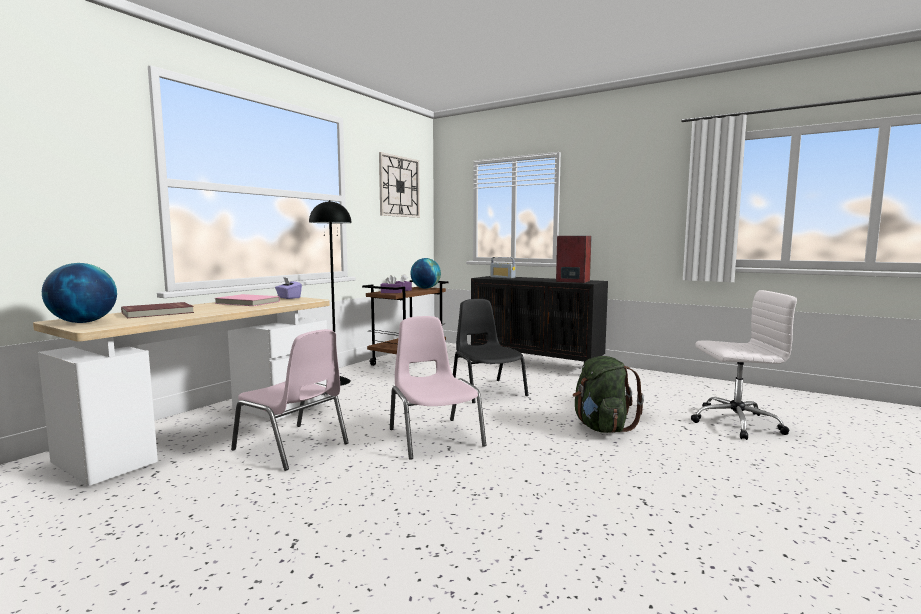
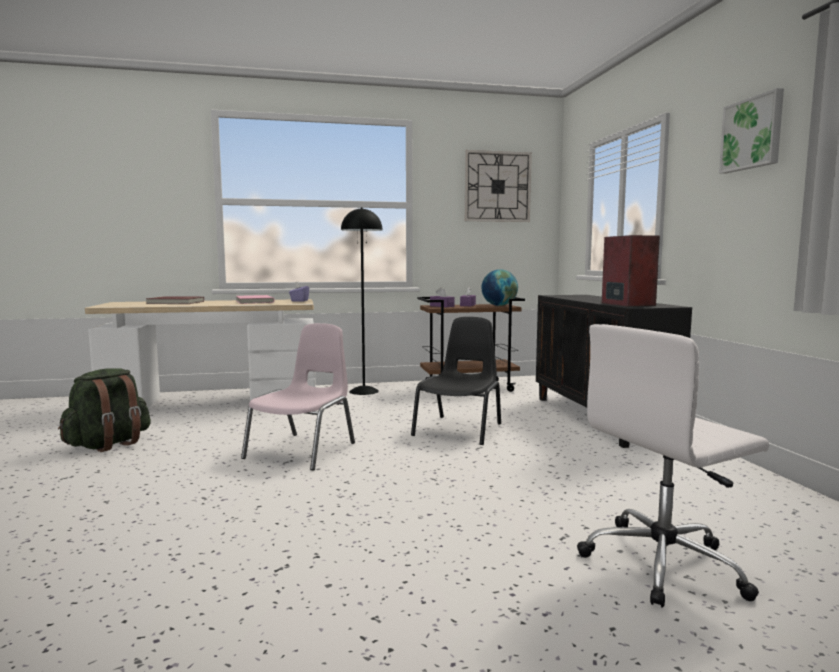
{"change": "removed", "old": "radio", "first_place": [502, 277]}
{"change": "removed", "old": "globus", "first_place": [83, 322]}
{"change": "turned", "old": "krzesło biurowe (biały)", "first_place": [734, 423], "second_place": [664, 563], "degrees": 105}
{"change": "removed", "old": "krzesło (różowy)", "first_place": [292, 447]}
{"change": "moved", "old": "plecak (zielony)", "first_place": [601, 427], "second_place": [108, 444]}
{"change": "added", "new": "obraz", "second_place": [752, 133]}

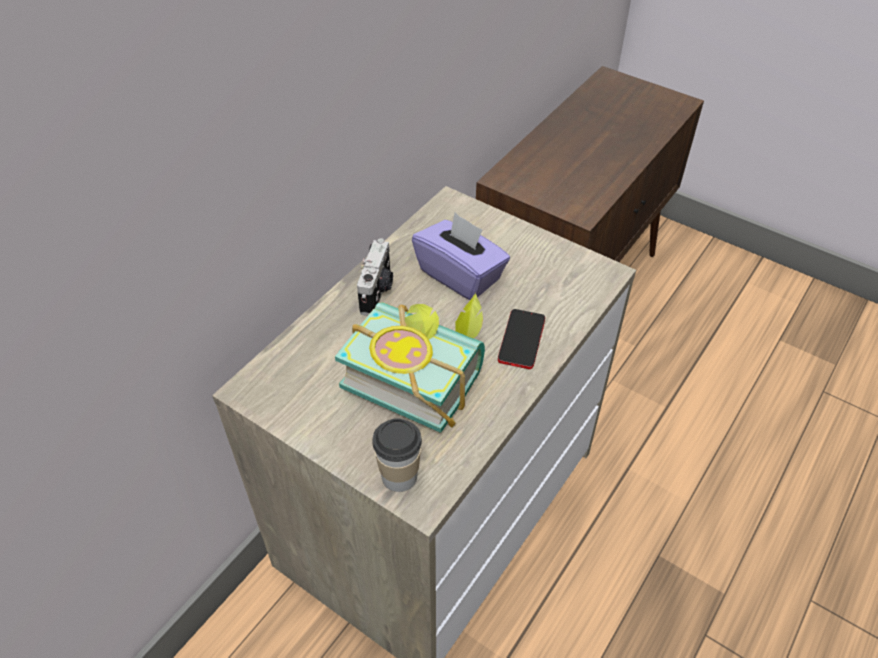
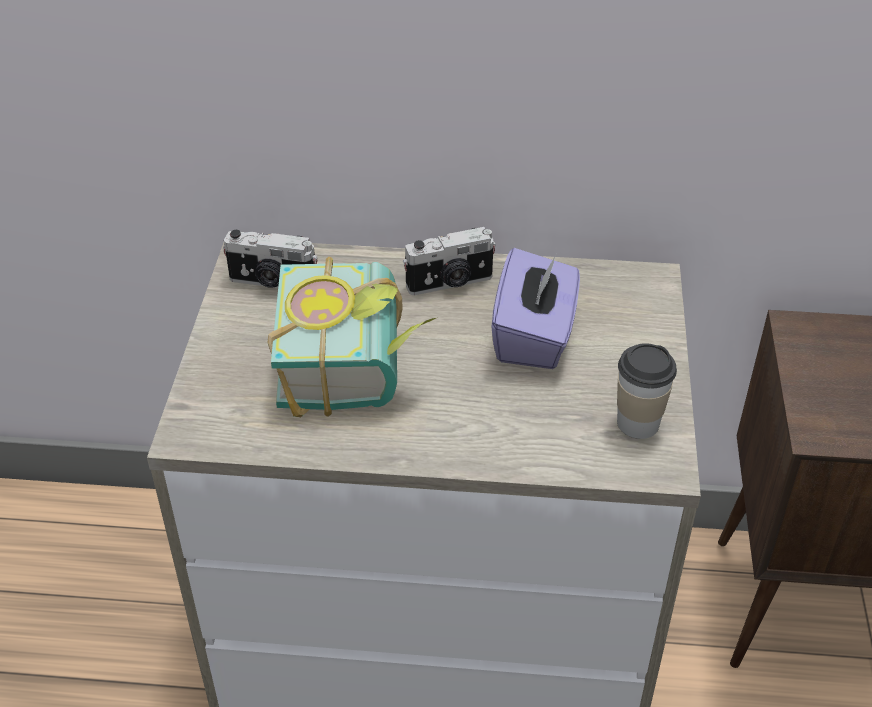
{"change": "removed", "old": "telefon", "first_place": [521, 340]}
{"change": "moved", "old": "filiżanka", "first_place": [399, 476], "second_place": [637, 423]}
{"change": "added", "new": "aparat fotograficzny", "second_place": [272, 282]}

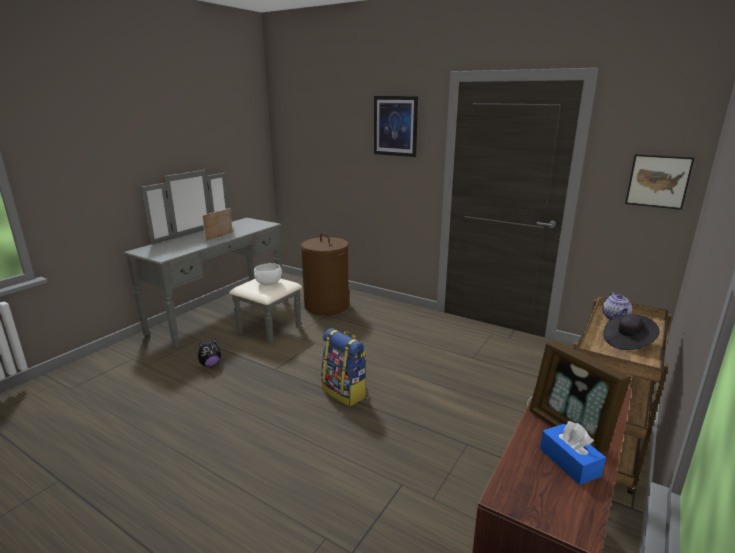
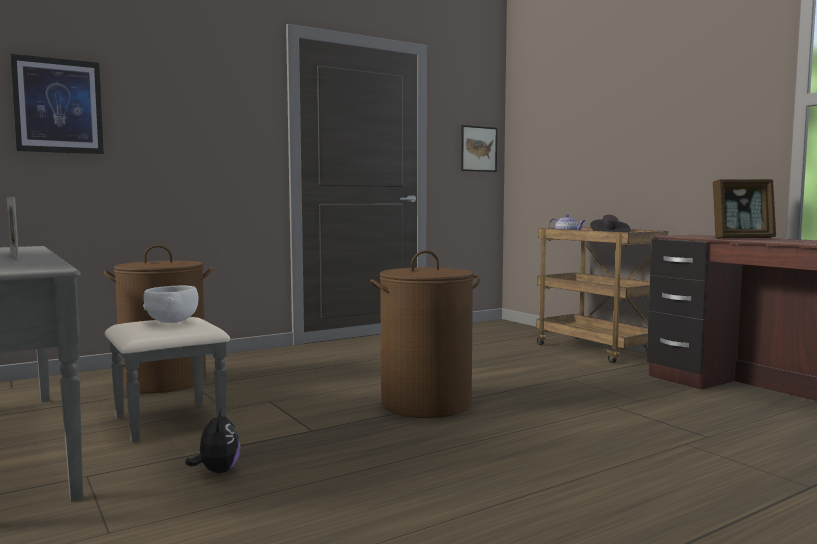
{"change": "moved", "old": "obraz", "first_place": [395, 126], "second_place": [58, 106]}
{"change": "replaced", "old": "plecak", "new": "kosz na pranie (brązowy)", "first_place": [345, 392], "second_place": [426, 403]}
{"change": "removed", "old": "pudełko chusteczek (niebieski)", "first_place": [569, 462]}

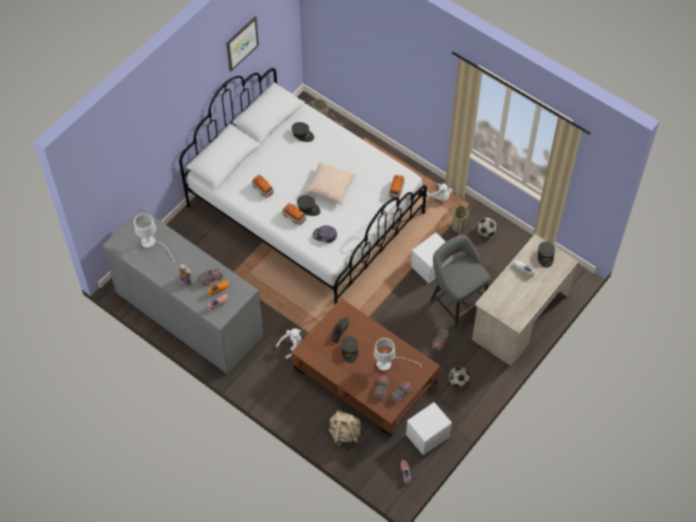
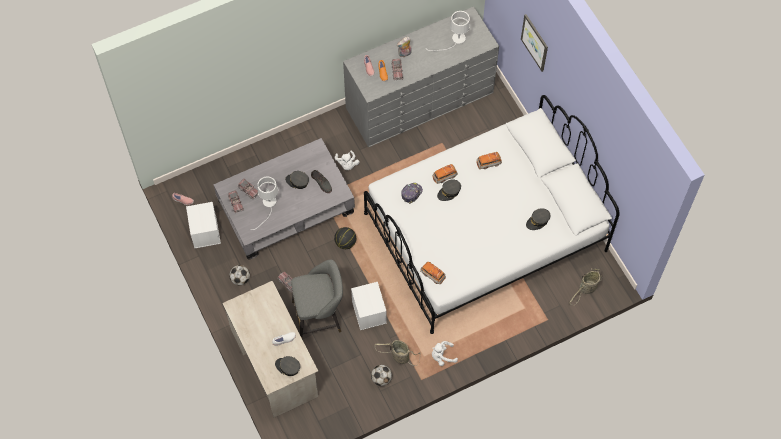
{"change": "moved", "old": "obraz", "first_place": [241, 43], "second_place": [535, 42]}
{"change": "removed", "old": "poduszka (beżowy)", "first_place": [330, 187]}
{"change": "recoloured", "old": "ława (brązowy)", "new": "ława (szary)", "first_place": [364, 377], "second_place": [286, 207]}
{"change": "removed", "old": "plecak (beżowy)", "first_place": [345, 434]}
{"change": "added", "new": "piłka do koszykówki", "second_place": [345, 243]}

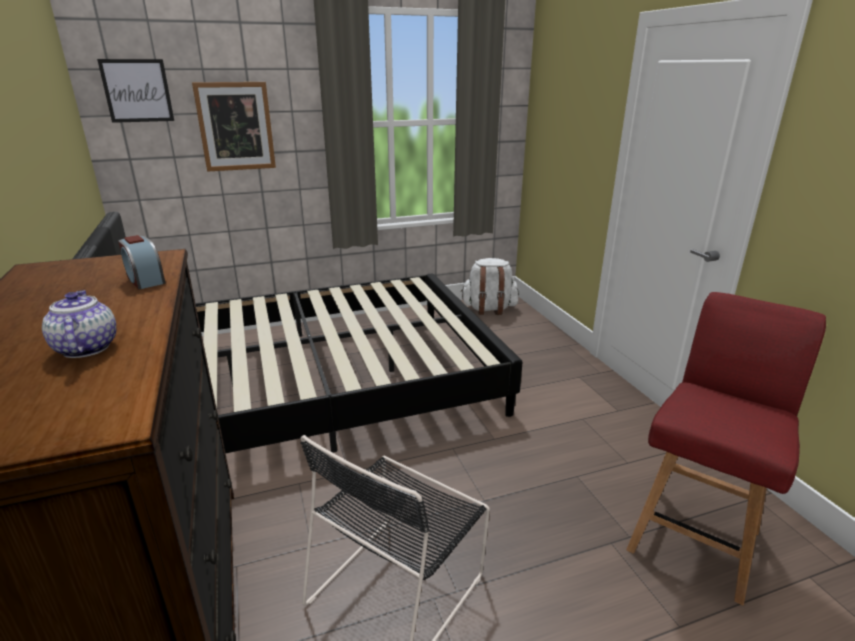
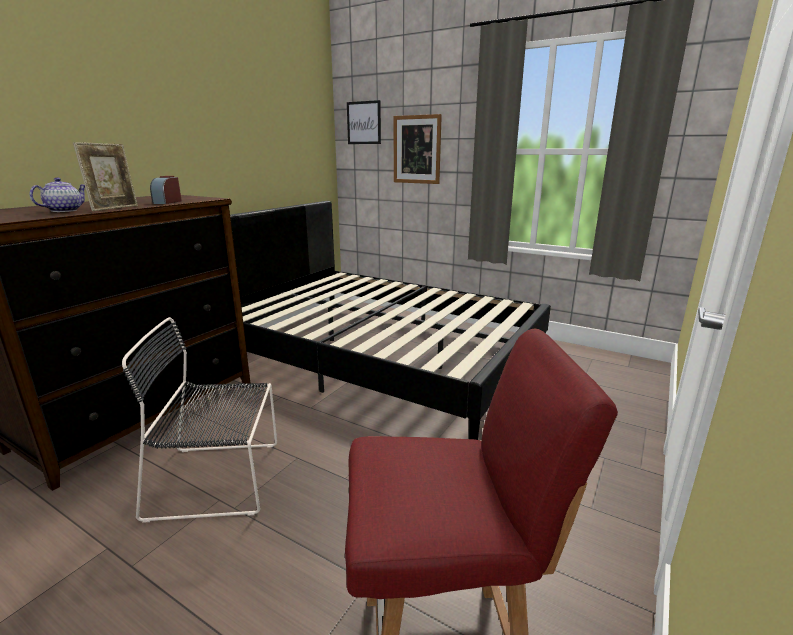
{"change": "removed", "old": "plecak (biały)", "first_place": [489, 309]}
{"change": "added", "new": "ramka na zdjęcie", "second_place": [114, 208]}

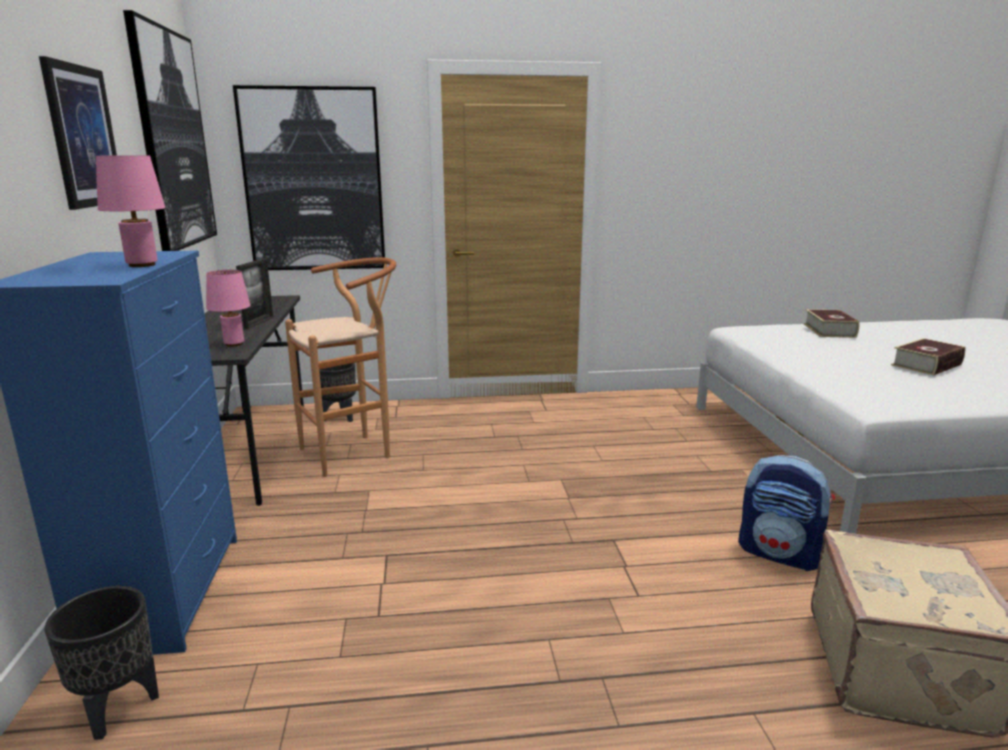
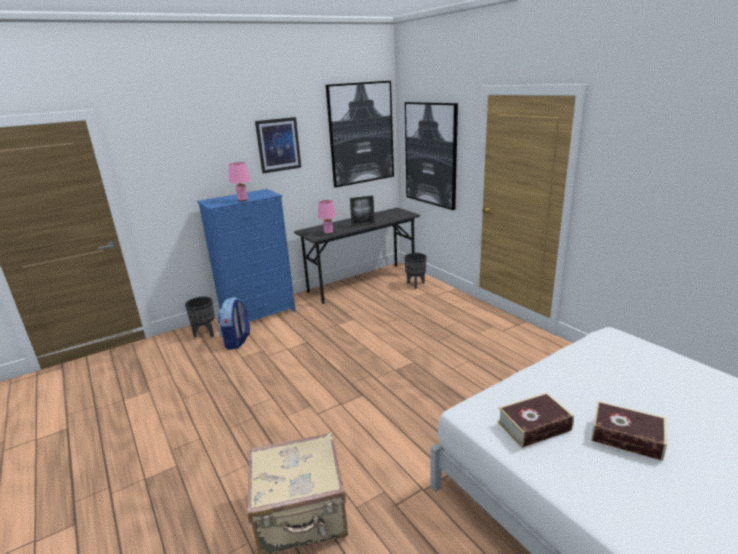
{"change": "removed", "old": "stołek (brązowy)", "first_place": [354, 452]}
{"change": "moved", "old": "książka", "first_place": [829, 330], "second_place": [534, 426]}
{"change": "moved", "old": "plecak", "first_place": [780, 554], "second_place": [237, 341]}

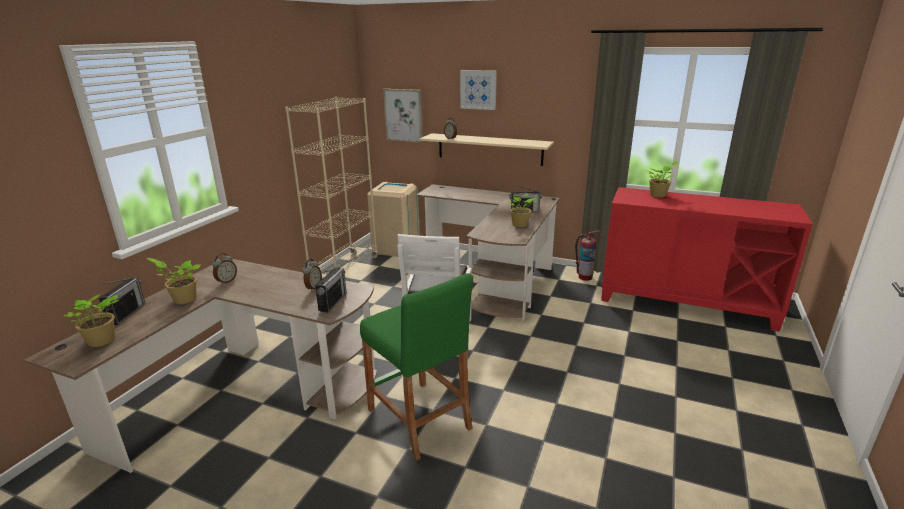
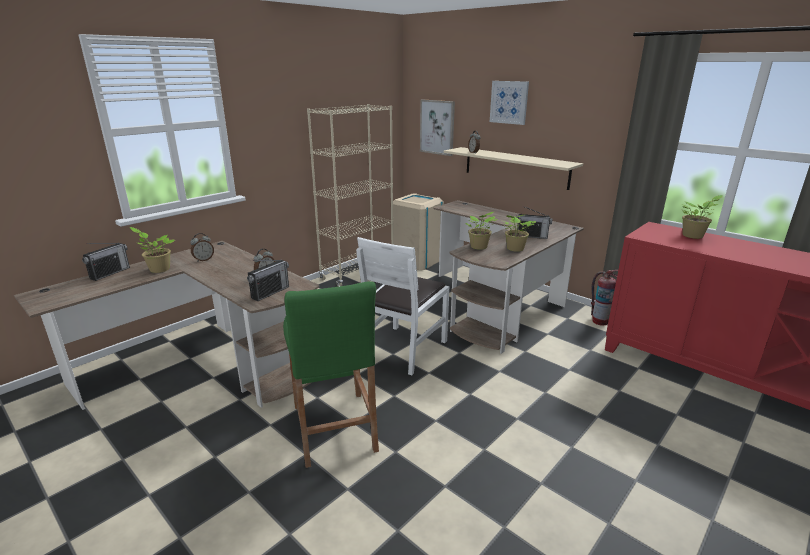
{"change": "moved", "old": "roślina doniczkowa", "first_place": [101, 342], "second_place": [479, 247]}

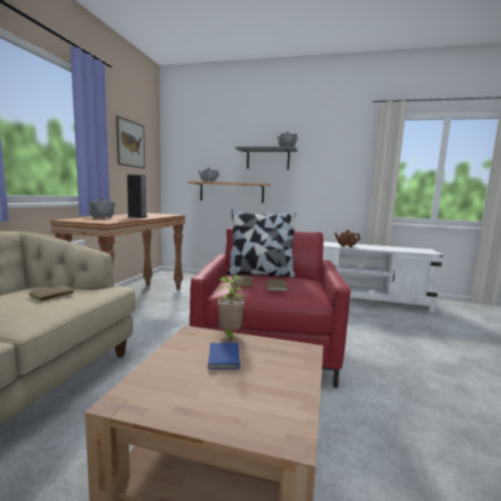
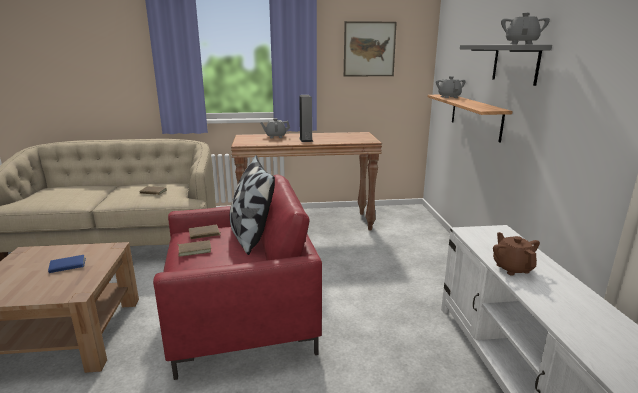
{"change": "removed", "old": "roślina doniczkowa", "first_place": [229, 335]}

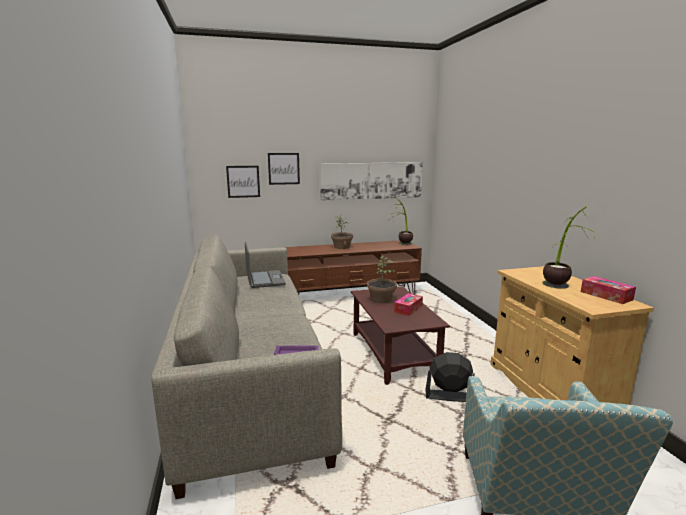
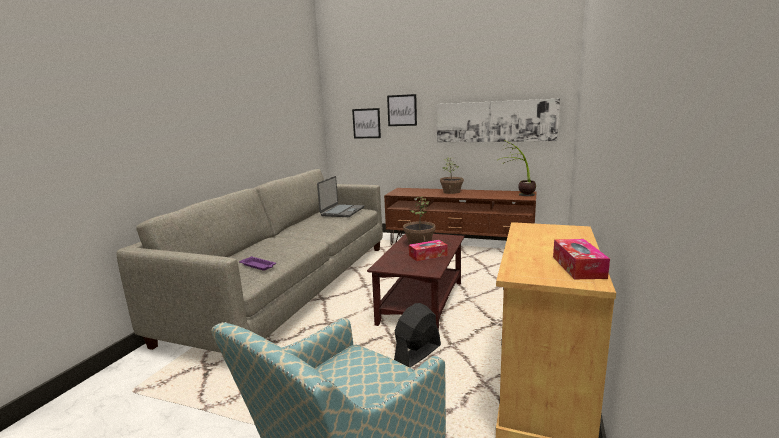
{"change": "removed", "old": "roślina doniczkowa", "first_place": [559, 289]}
{"change": "turned", "old": "wentylator (czarny)", "first_place": [449, 396], "second_place": [417, 354], "degrees": -90}

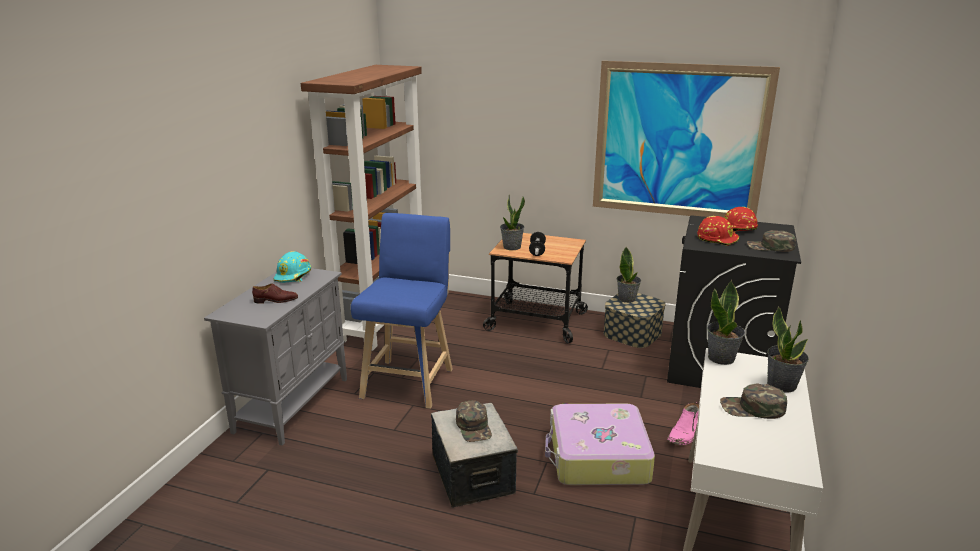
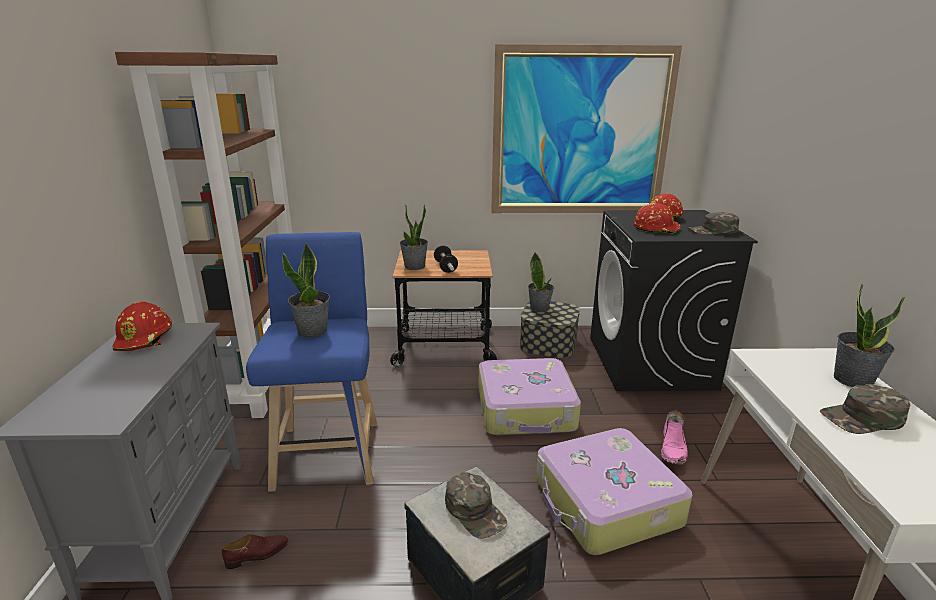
{"change": "recoloured", "old": "kask (turkusowy)", "new": "kask (czerwony)", "first_place": [293, 276], "second_place": [145, 338]}
{"change": "moved", "old": "roślina doniczkowa", "first_place": [721, 358], "second_place": [313, 331]}
{"change": "moved", "old": "but (brązowy)", "first_place": [276, 300], "second_place": [257, 555]}
{"change": "added", "new": "walizka", "second_place": [526, 409]}

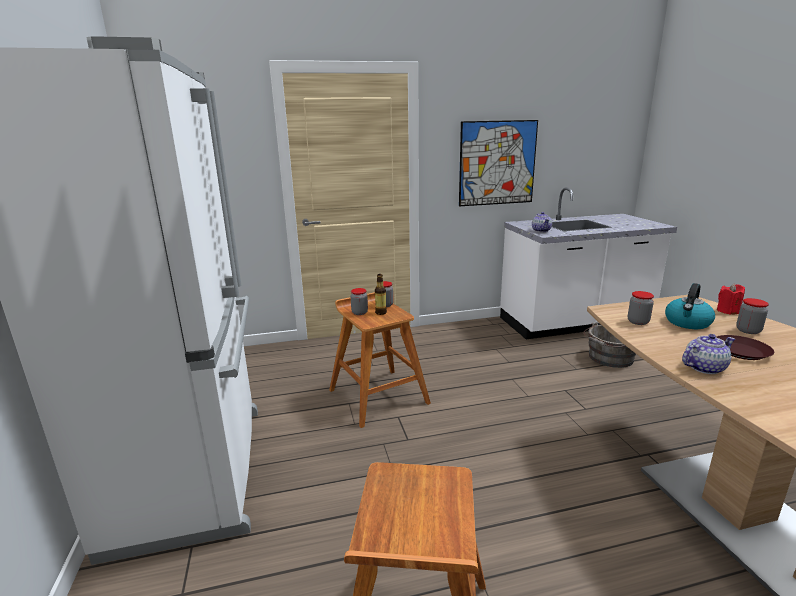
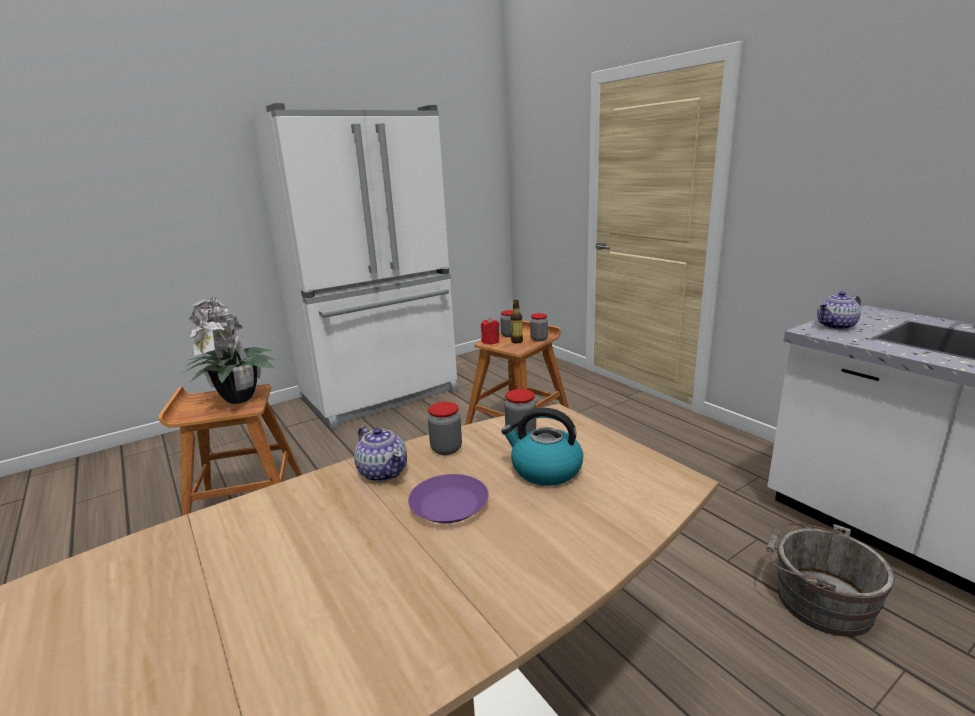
{"change": "removed", "old": "obraz", "first_place": [497, 163]}
{"change": "moved", "old": "świeca (czerwony)", "first_place": [728, 311], "second_place": [490, 342]}
{"change": "moved", "old": "słoik", "first_place": [748, 331], "second_place": [446, 449]}
{"change": "recoloured", "old": "talerz (brązowy)", "new": "talerz (fioletowy)", "first_place": [740, 351], "second_place": [449, 504]}
{"change": "added", "new": "roślina doniczkowa", "second_place": [237, 400]}

